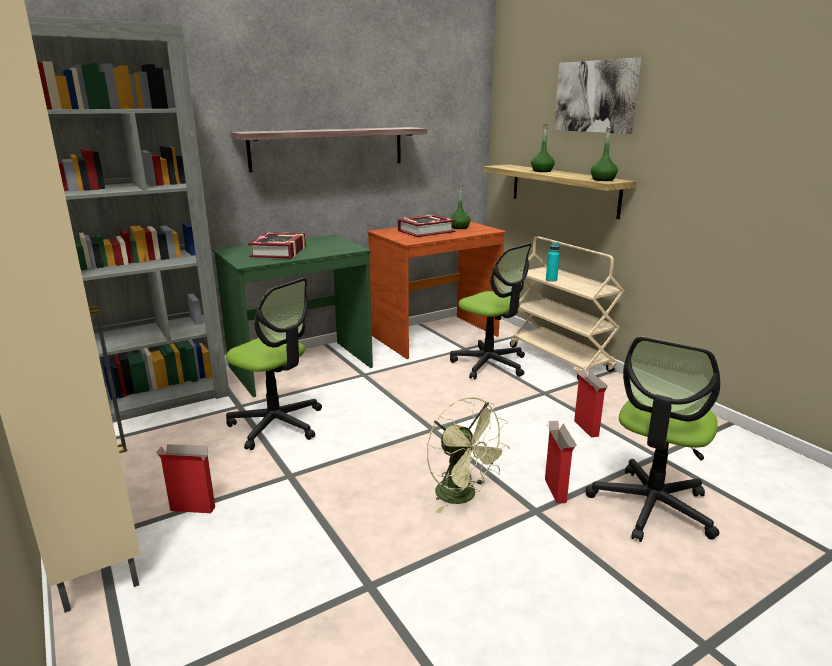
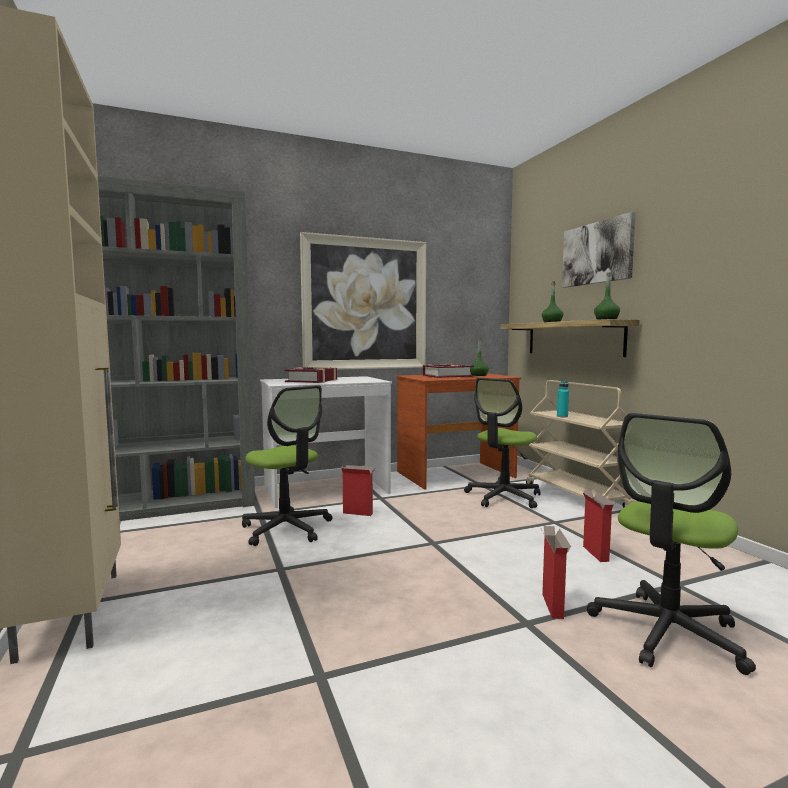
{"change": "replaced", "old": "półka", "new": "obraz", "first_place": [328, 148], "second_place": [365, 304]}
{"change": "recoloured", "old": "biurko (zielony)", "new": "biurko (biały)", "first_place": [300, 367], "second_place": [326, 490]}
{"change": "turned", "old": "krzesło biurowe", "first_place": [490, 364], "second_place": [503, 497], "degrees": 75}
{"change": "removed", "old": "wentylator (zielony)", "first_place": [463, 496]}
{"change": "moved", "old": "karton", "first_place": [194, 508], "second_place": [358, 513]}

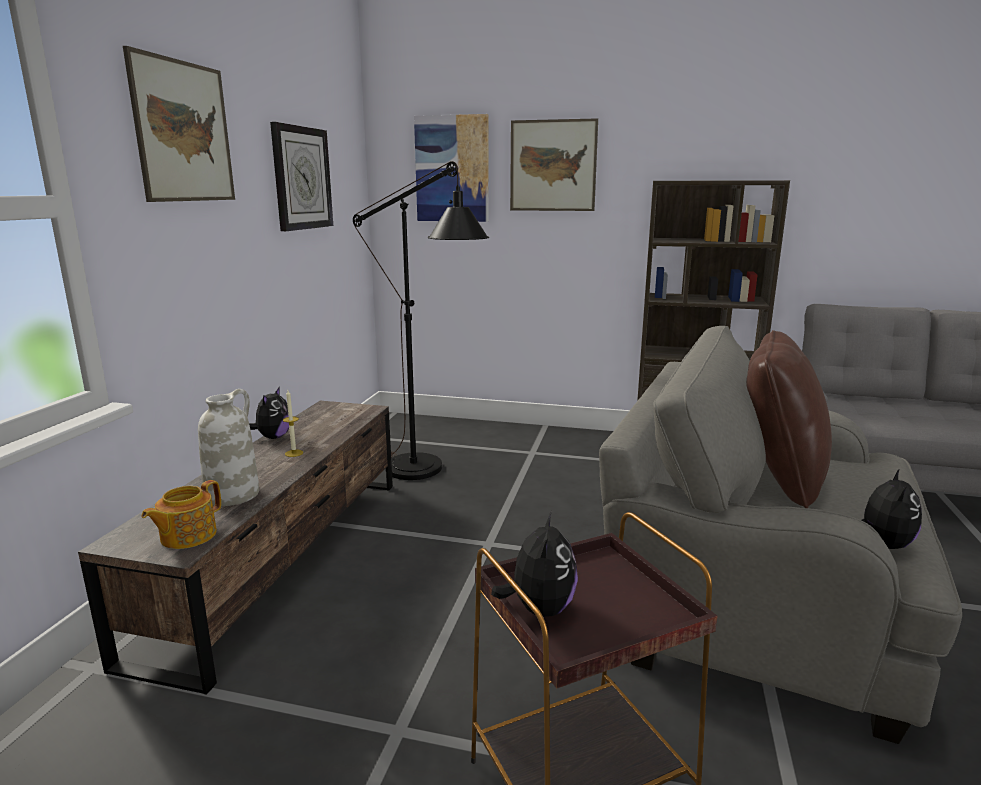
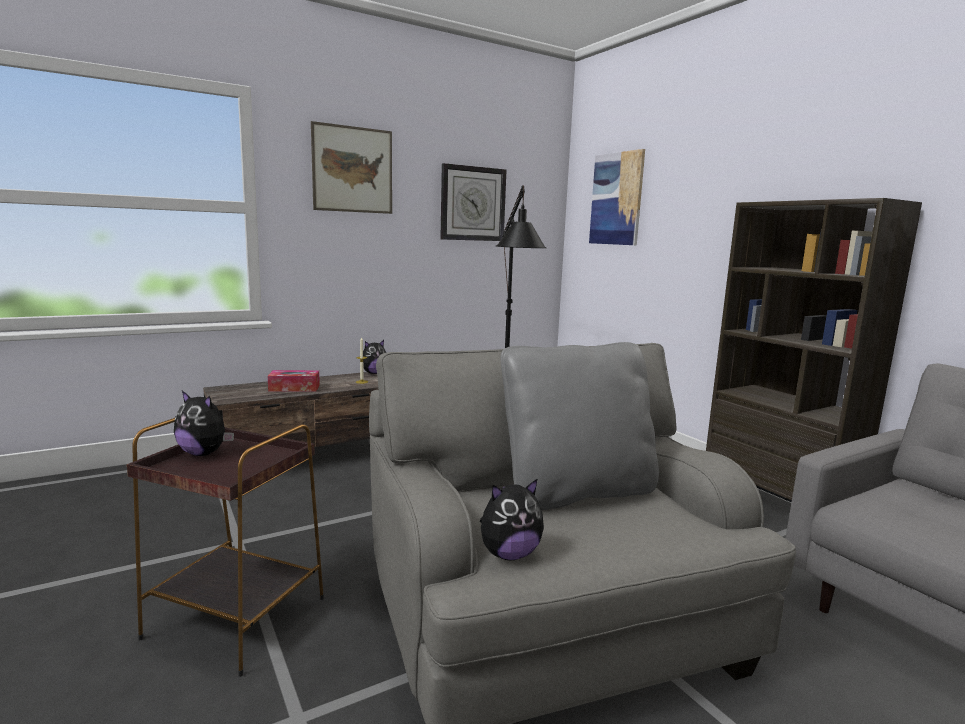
{"change": "removed", "old": "obraz", "first_place": [553, 166]}
{"change": "recoloured", "old": "poduszka (brązowy)", "new": "poduszka (szary)", "first_place": [779, 477], "second_place": [576, 492]}
{"change": "replaced", "old": "wazon (biały)", "new": "pudełko chusteczek", "first_place": [233, 494], "second_place": [294, 388]}
{"change": "removed", "old": "imbryk", "first_place": [187, 536]}
{"change": "turned", "old": "pluszak", "first_place": [539, 608], "second_place": [204, 453], "degrees": 60}

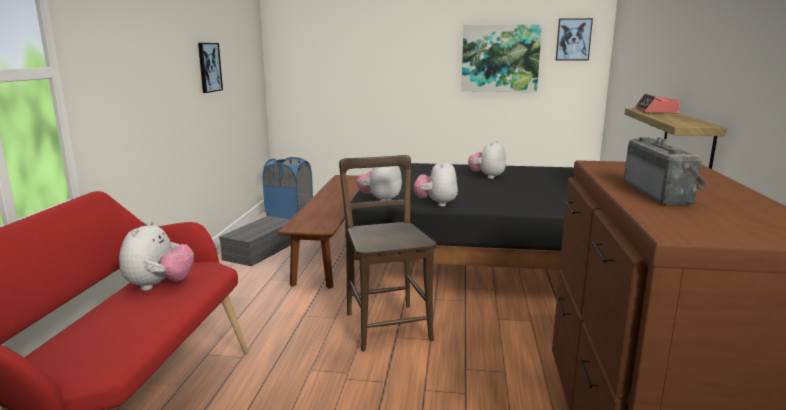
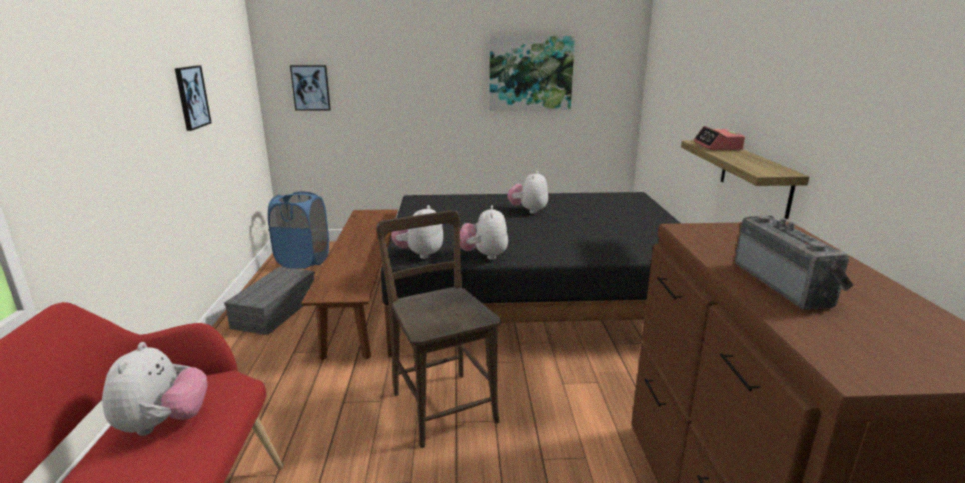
{"change": "moved", "old": "obraz", "first_place": [573, 39], "second_place": [311, 87]}

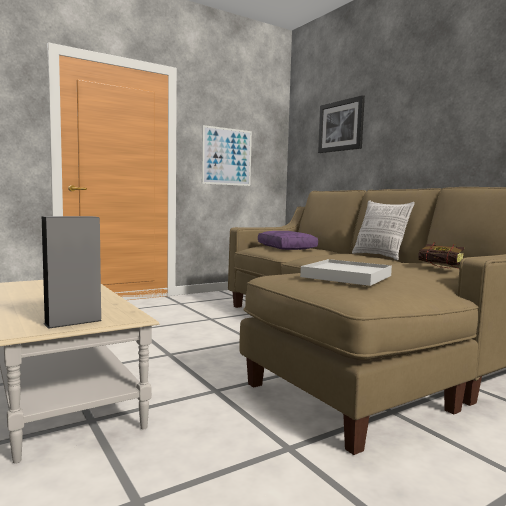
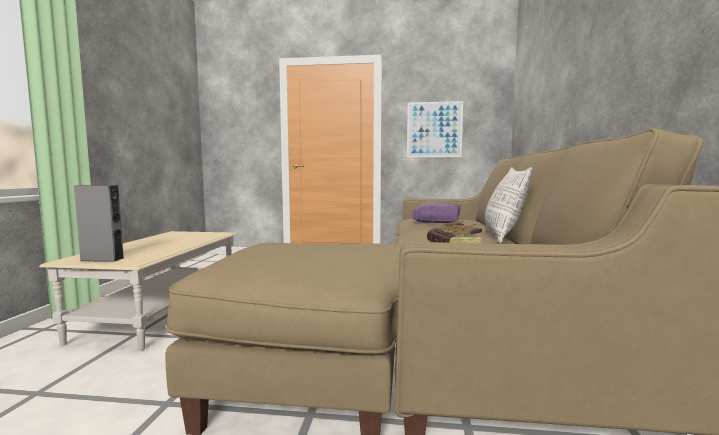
{"change": "removed", "old": "obraz", "first_place": [341, 126]}
{"change": "removed", "old": "taca (biały)", "first_place": [346, 276]}

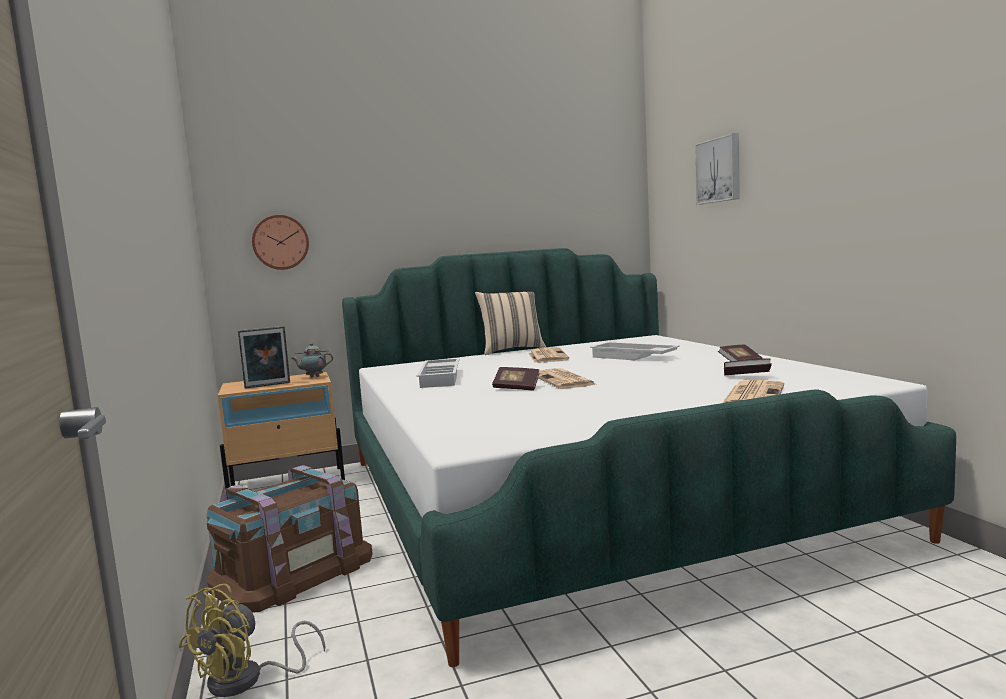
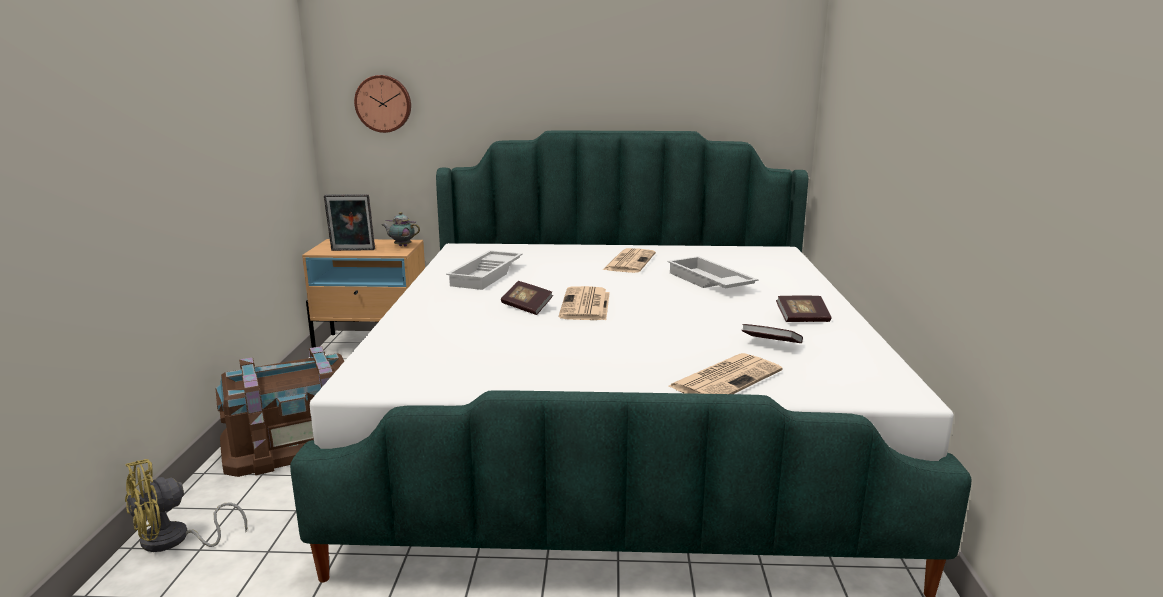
{"change": "removed", "old": "obraz", "first_place": [719, 170]}
{"change": "removed", "old": "poduszka (beżowy)", "first_place": [512, 350]}

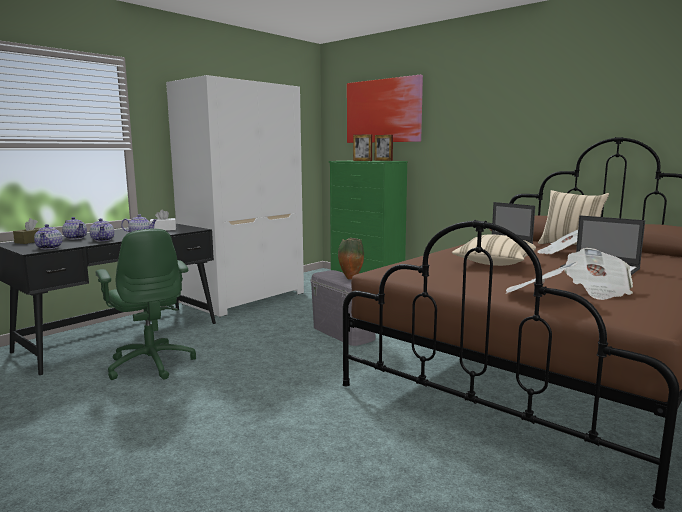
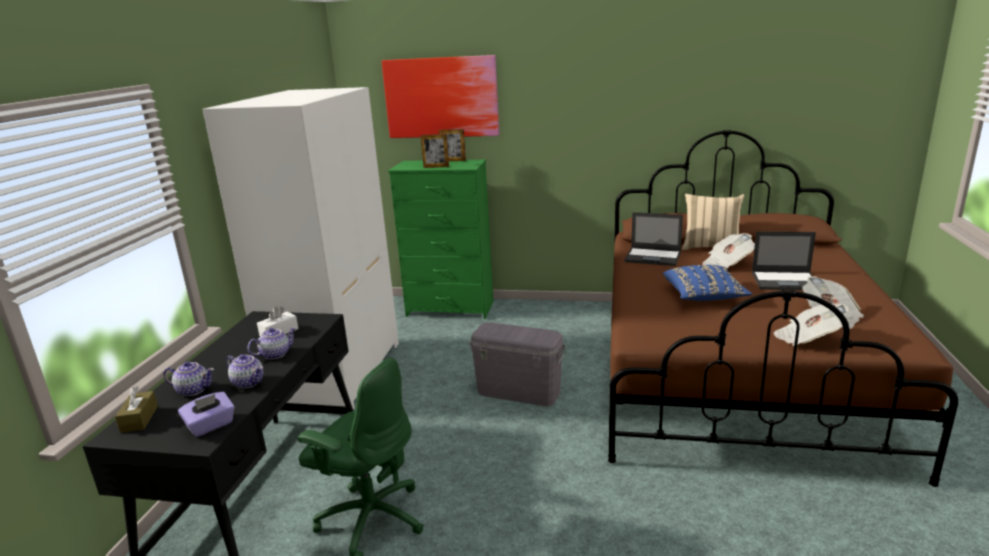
{"change": "replaced", "old": "imbryk", "new": "pudełko chusteczek (fioletowy)", "first_place": [50, 247], "second_place": [211, 426]}
{"change": "recoloured", "old": "poduszka (beżowy)", "new": "poduszka (niebieski)", "first_place": [494, 264], "second_place": [704, 296]}
{"change": "removed", "old": "wazon", "first_place": [350, 278]}

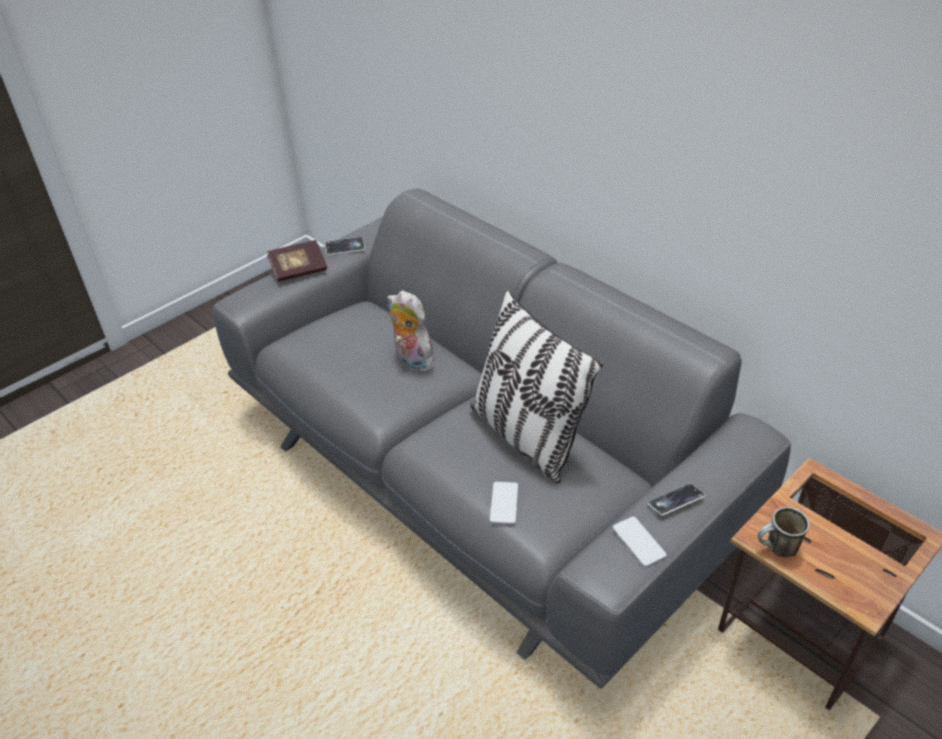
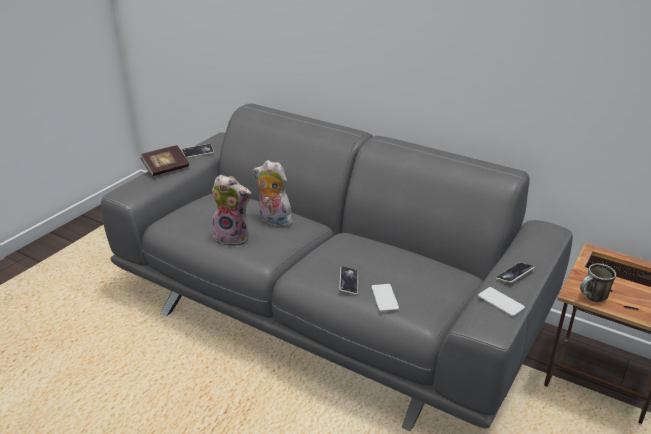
{"change": "removed", "old": "poduszka", "first_place": [526, 437]}
{"change": "added", "new": "pluszak", "second_place": [233, 237]}
{"change": "added", "new": "telefon", "second_place": [348, 282]}

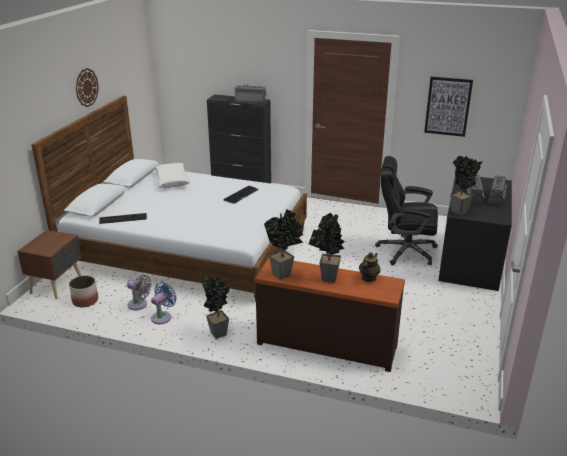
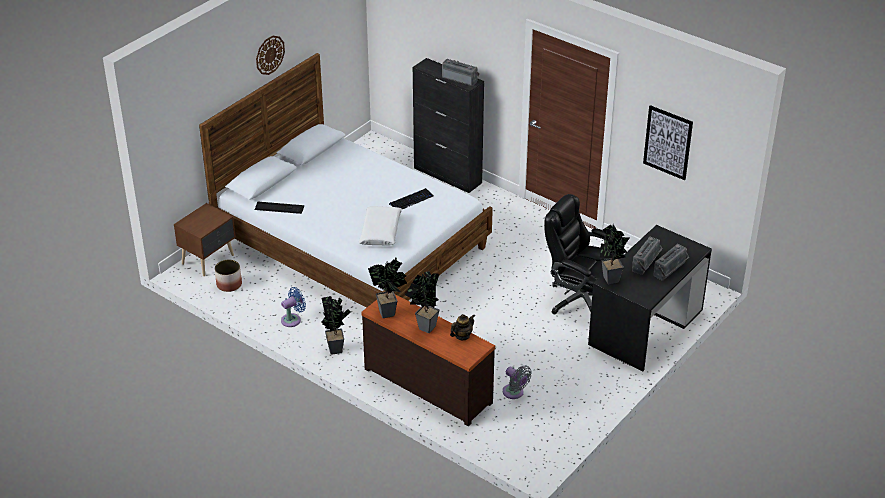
{"change": "moved", "old": "poduszka (biały)", "first_place": [172, 180], "second_place": [381, 231]}
{"change": "moved", "old": "wentylator (szary)", "first_place": [139, 305], "second_place": [514, 393]}

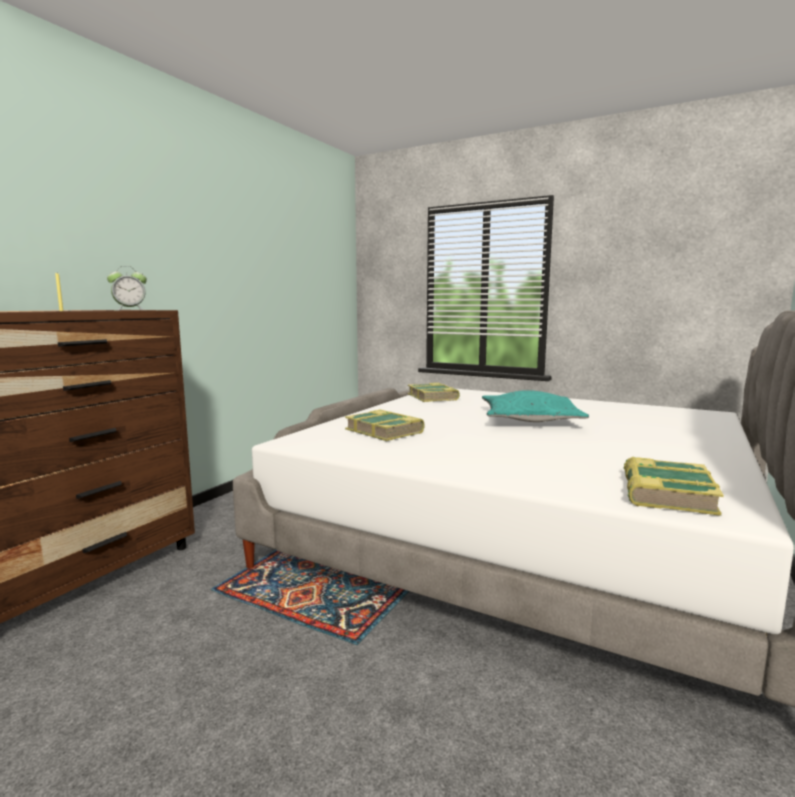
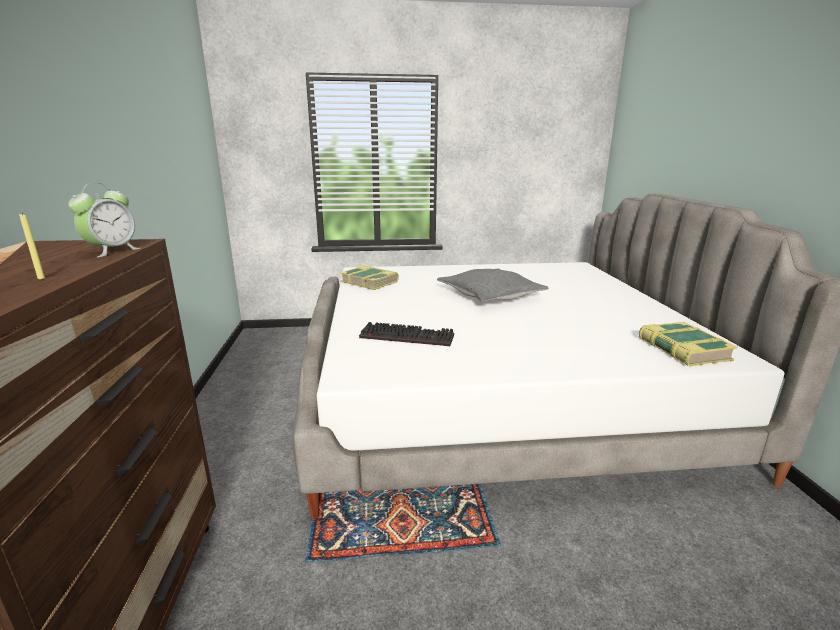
{"change": "recoloured", "old": "poduszka (turkusowy)", "new": "poduszka (szary)", "first_place": [529, 419], "second_place": [490, 295]}
{"change": "replaced", "old": "książka", "new": "klawiatura", "first_place": [385, 431], "second_place": [409, 336]}

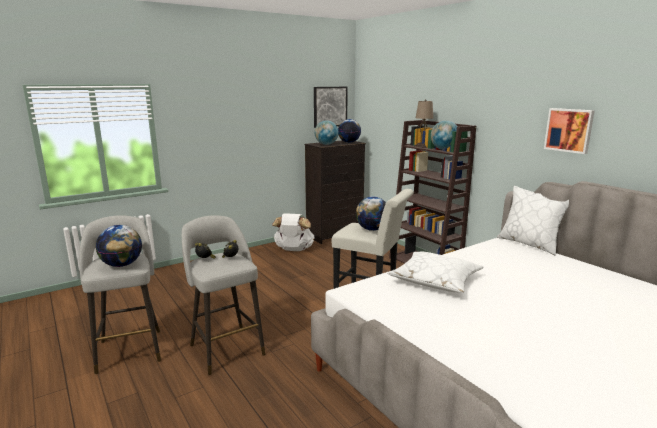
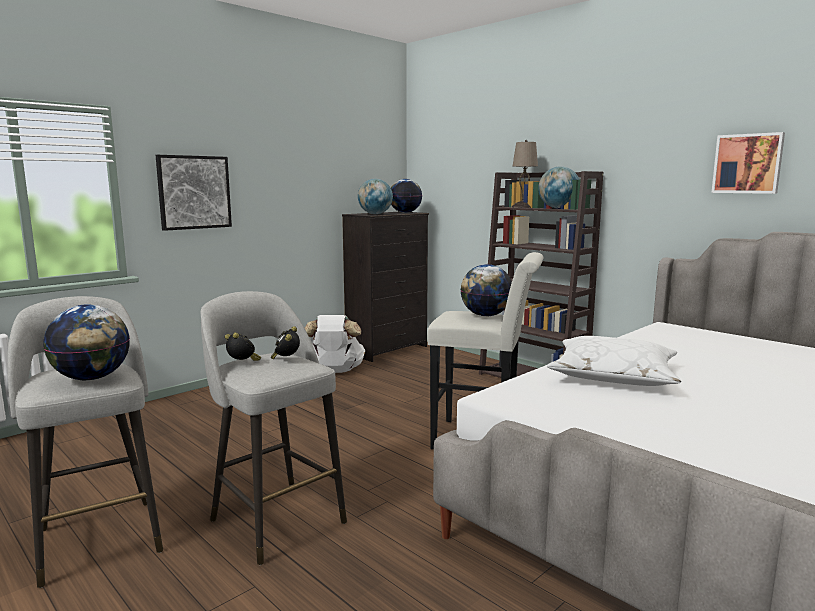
{"change": "moved", "old": "obraz", "first_place": [330, 106], "second_place": [194, 192]}
{"change": "removed", "old": "poduszka (biały)", "first_place": [530, 244]}

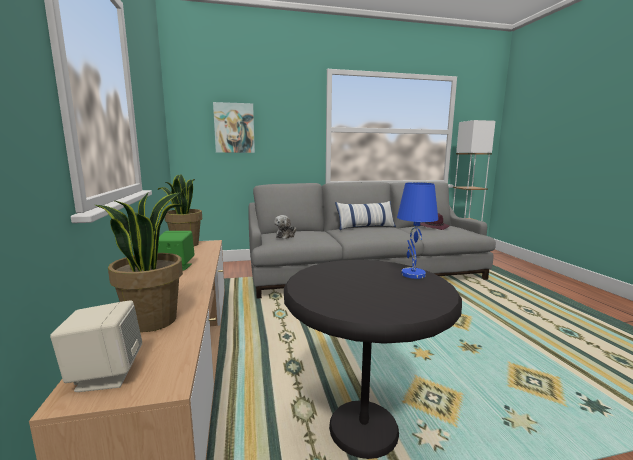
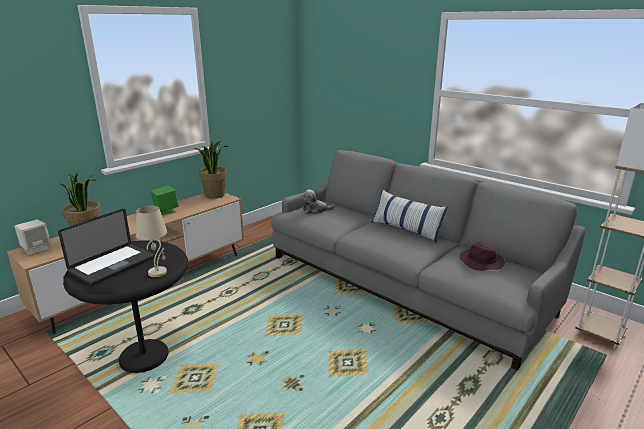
{"change": "removed", "old": "obraz", "first_place": [234, 128]}
{"change": "recoloured", "old": "lampa stołowa (niebieski)", "new": "lampa stołowa (beżowy)", "first_place": [412, 274], "second_place": [157, 272]}
{"change": "added", "new": "laptop", "second_place": [113, 265]}

